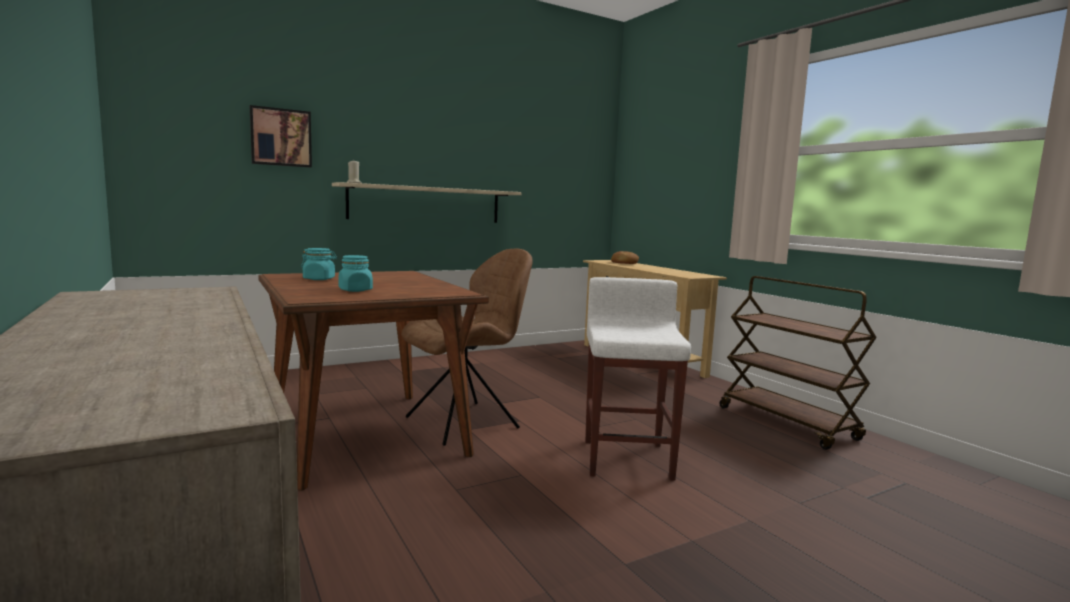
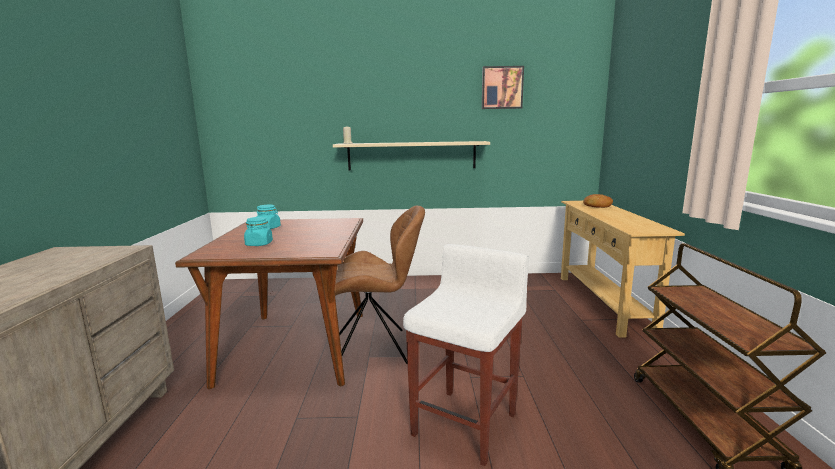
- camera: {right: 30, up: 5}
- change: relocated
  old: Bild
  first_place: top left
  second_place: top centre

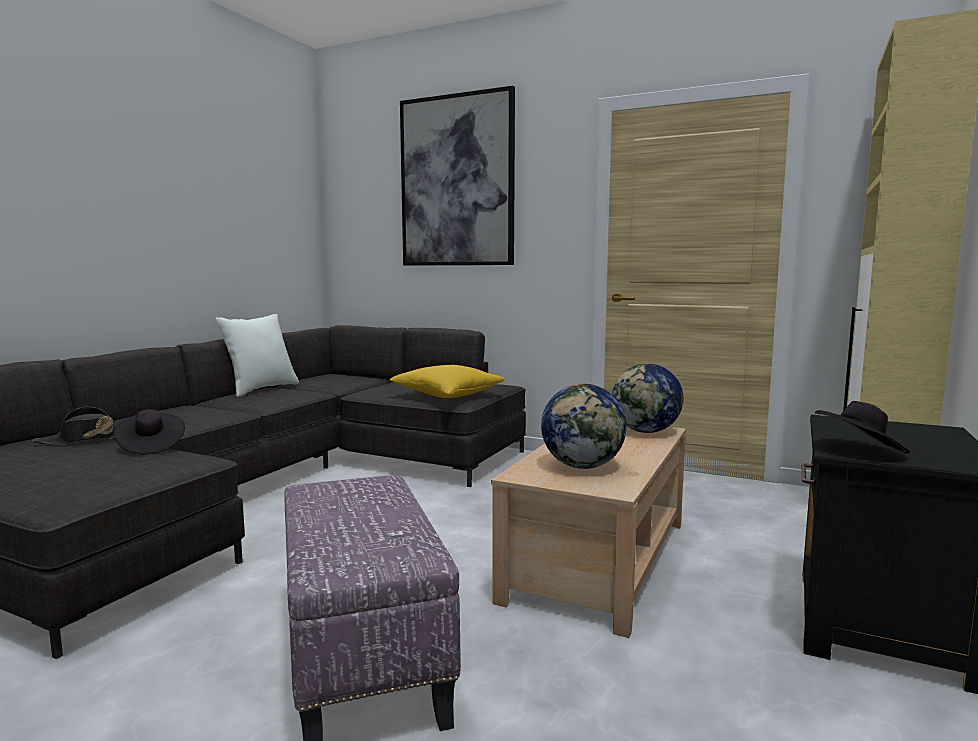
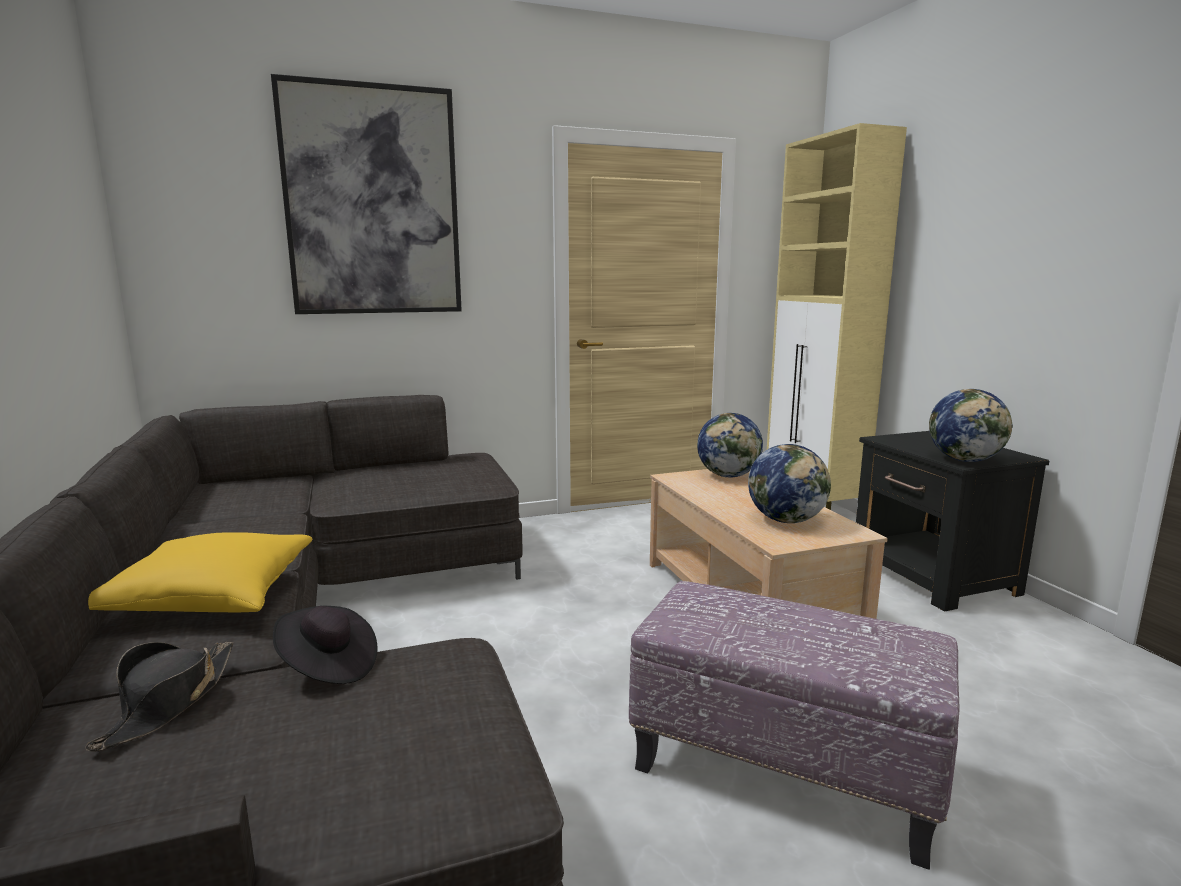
- camera: {right: -45, up: 5}
- change: relocated
  old: Kissen (gelb)
  first_place: centre
  second_place: middle left
- change: exchanged
  old: Hut (schwarz) (no. 3 from left)
  new: Globus (no. 3 from left)
  first_place: middle right
  second_place: middle right
- change: missing
  old: Kissen (weiß)
  first_place: middle left

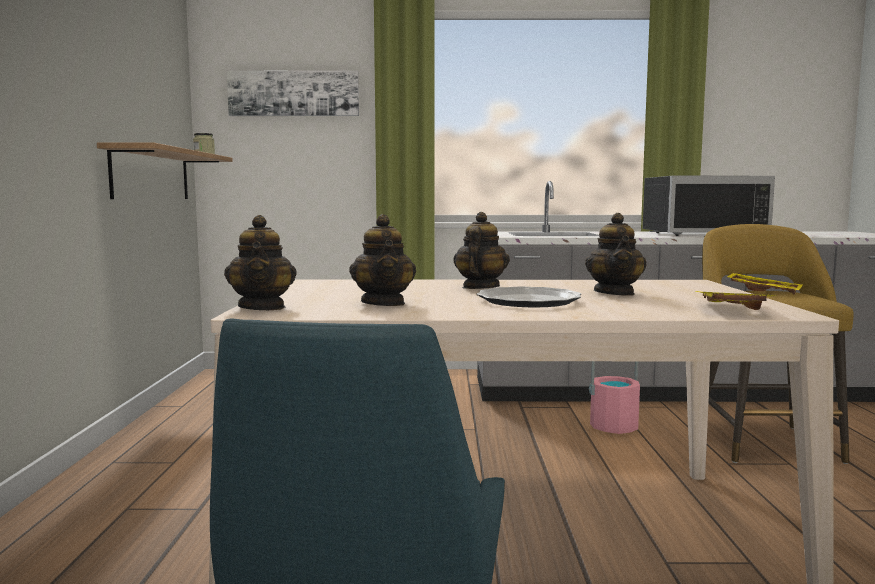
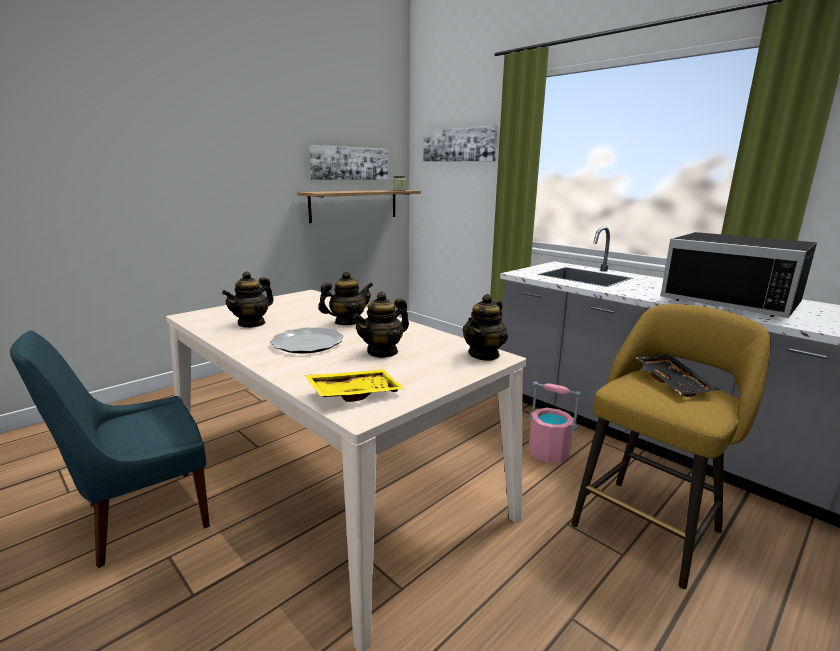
- camera: {right: 45, up: 10}
- change: appeared
  new: Bild (no. 1 from left)
  second_place: top centre
- change: relocated
  old: Teekanne (no. 1 from left in the first image)
  new: Teekanne (no. 4 from left)
  first_place: middle left
  second_place: centre
- change: colour
  old: Tablett (gelb) (no. 2 from left)
  new: Tablett (schwarz)
  first_place: middle right
  second_place: middle right

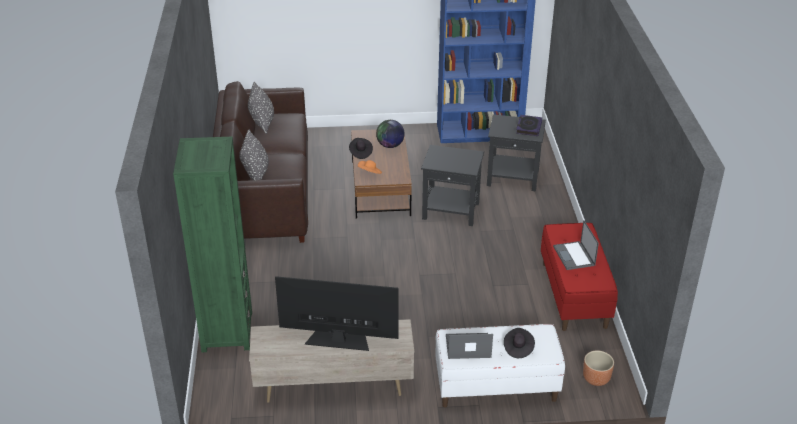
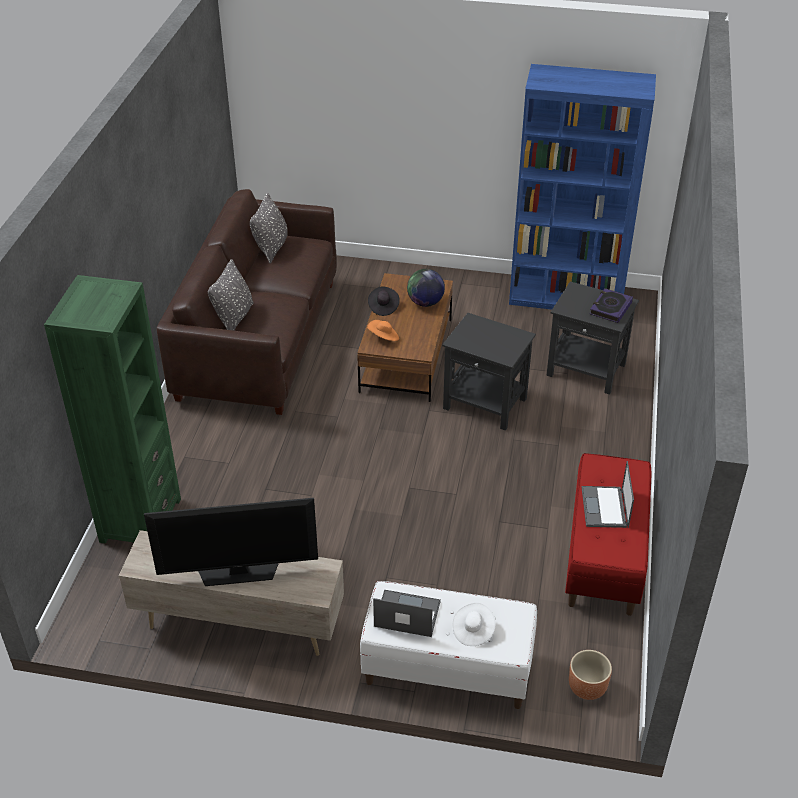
- camera: {right: 15, up: 5}
- change: spun
  old: Fernseher
  first_place: bottom centre
  second_place: bottom left
  degrees: 150
- change: colour
  old: Hut (schwarz) (no. 2 from left)
  new: Hut (weiß)
  first_place: bottom centre
  second_place: bottom centre

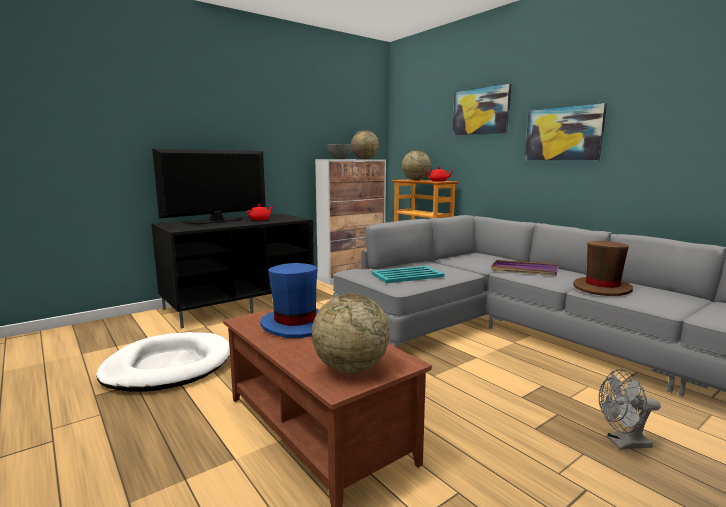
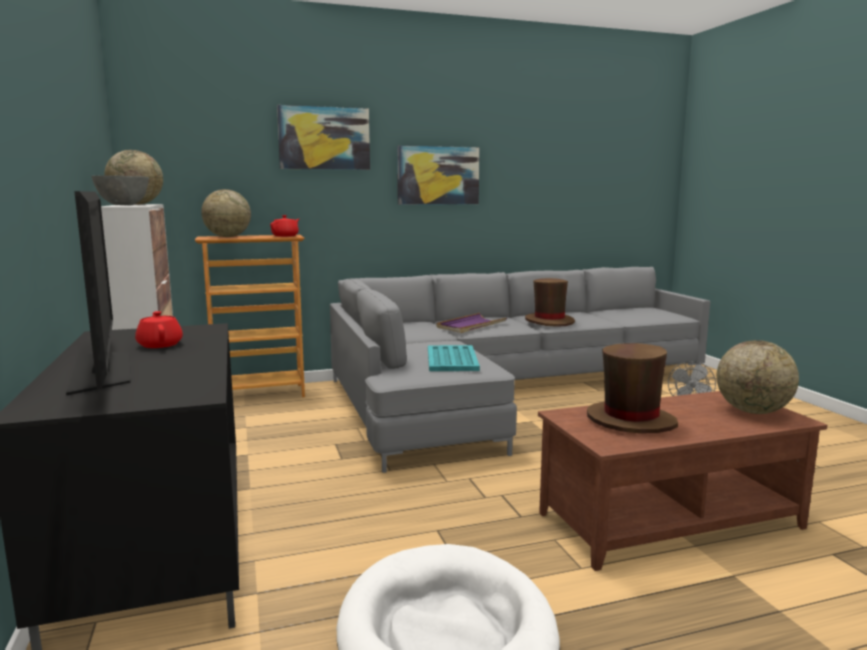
- camera: {right: -70, up: 0}
- change: colour
  old: Hut (blau)
  new: Hut (braun) (no. 2 from left)
  first_place: centre
  second_place: middle right

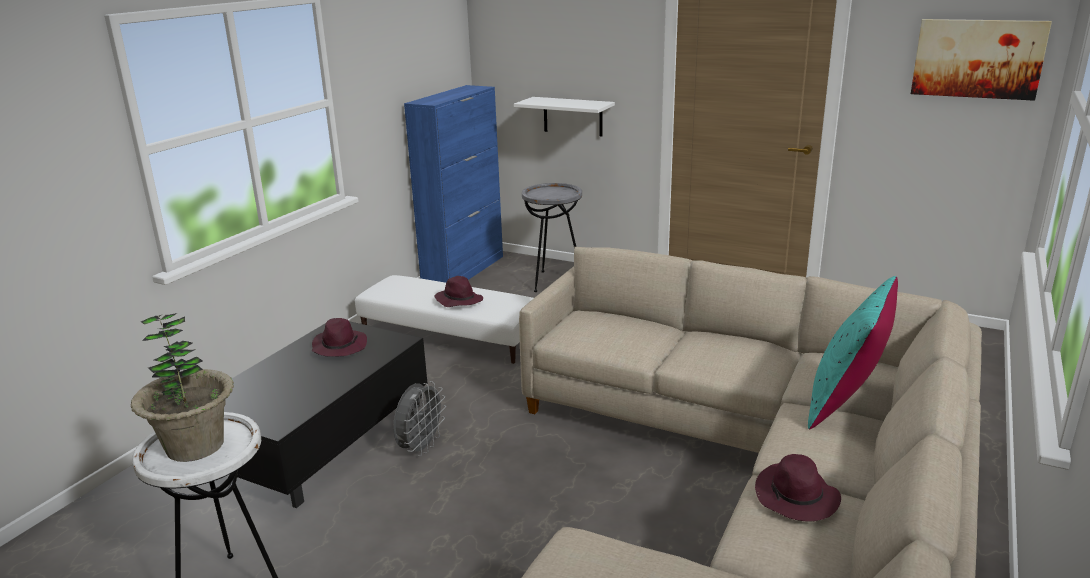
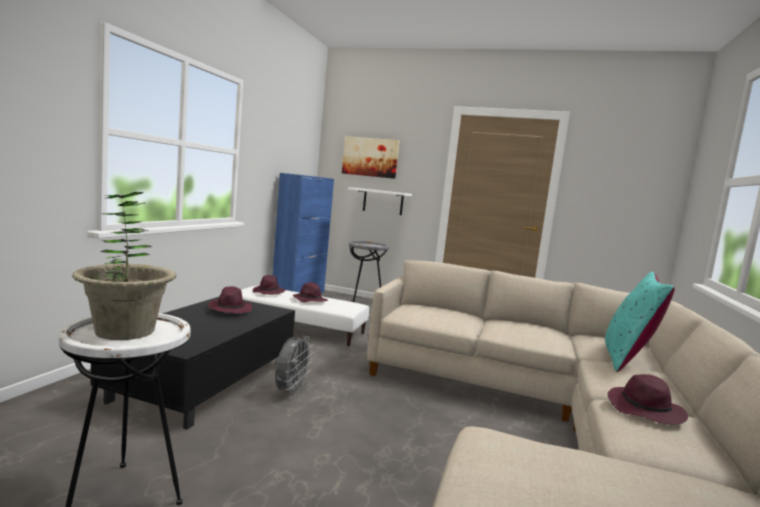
- camera: {right: -10, up: -15}
- change: appeared
  new: Hut (lila) (no. 2 from left)
  second_place: centre
- change: relocated
  old: Bild
  first_place: top right
  second_place: top centre

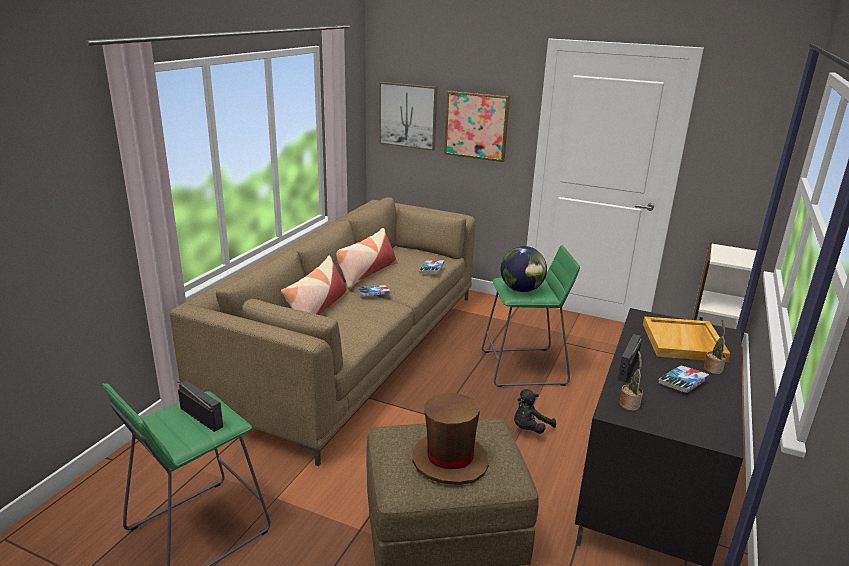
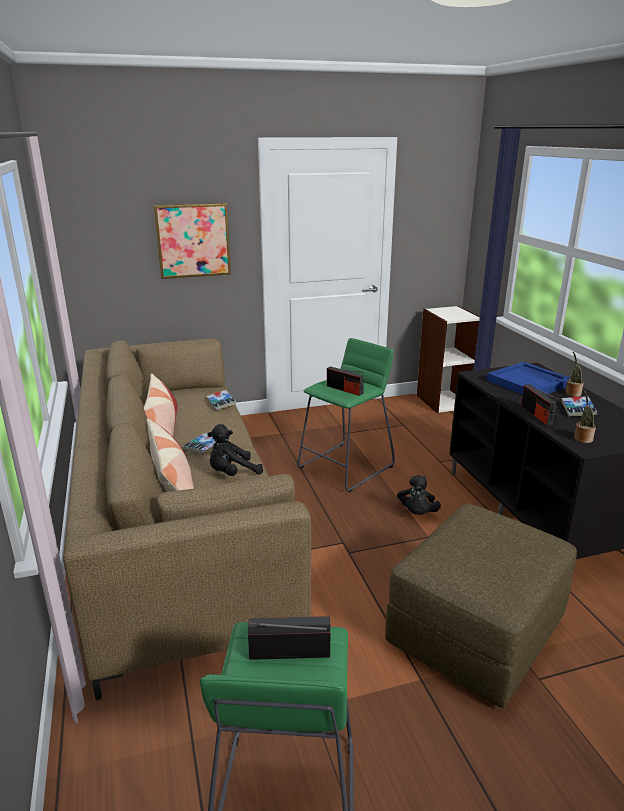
- camera: {right: -40, up: 0}
- change: appeared
  new: Plüschtier (schwarz) (no. 1 from left)
  second_place: centre
- change: exchanged
  old: Globus
  new: Radio (no. 2 from left)
  first_place: centre
  second_place: centre
- change: colour
  old: Tablett (beige)
  new: Tablett (blau)
  first_place: middle right
  second_place: middle right
- change: missing
  old: Bild (no. 1 from left)
  first_place: top centre
- change: missing
  old: Hut (braun)
  first_place: bottom centre

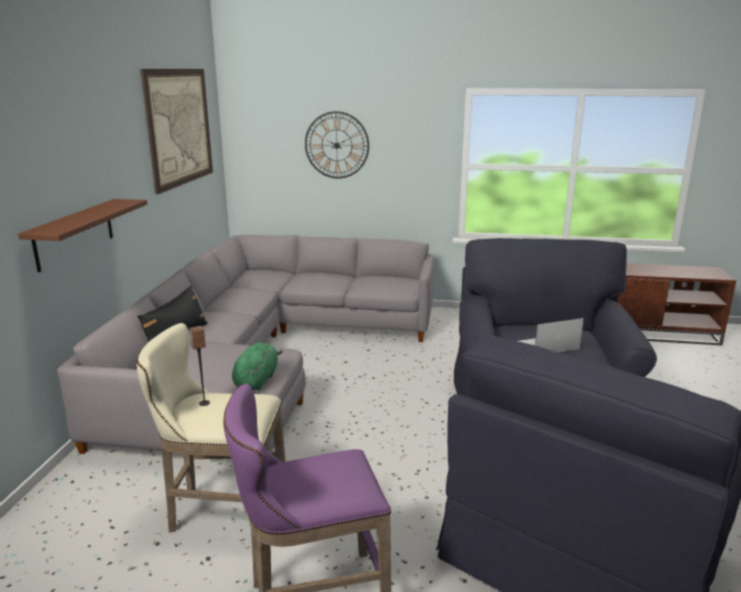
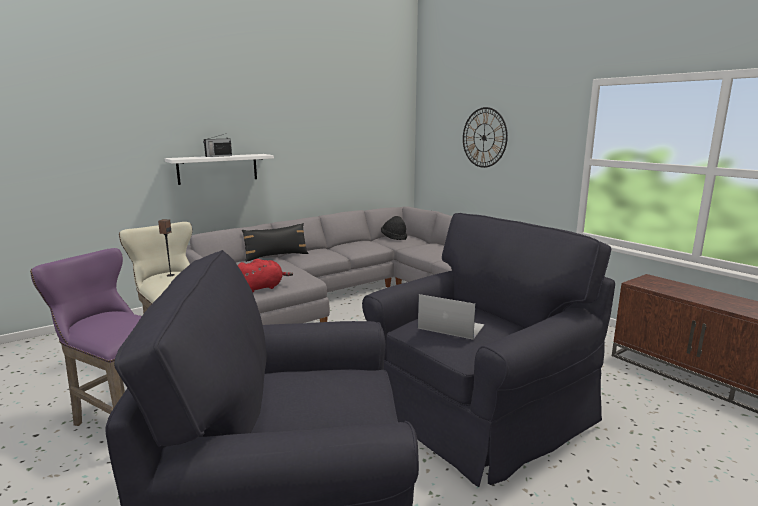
- camera: {right: 45, up: -5}
- change: colour
  old: Wandregal (braun)
  new: Wandregal (weiß)
  first_place: middle left
  second_place: middle left
- change: appeared
  new: Radio
  second_place: top left
- change: colour
  old: Plüschtier (grün)
  new: Plüschtier (rot)
  first_place: centre
  second_place: centre
- change: appeared
  new: Hut (schwarz)
  second_place: centre
- change: missing
  old: Bild
  first_place: top left

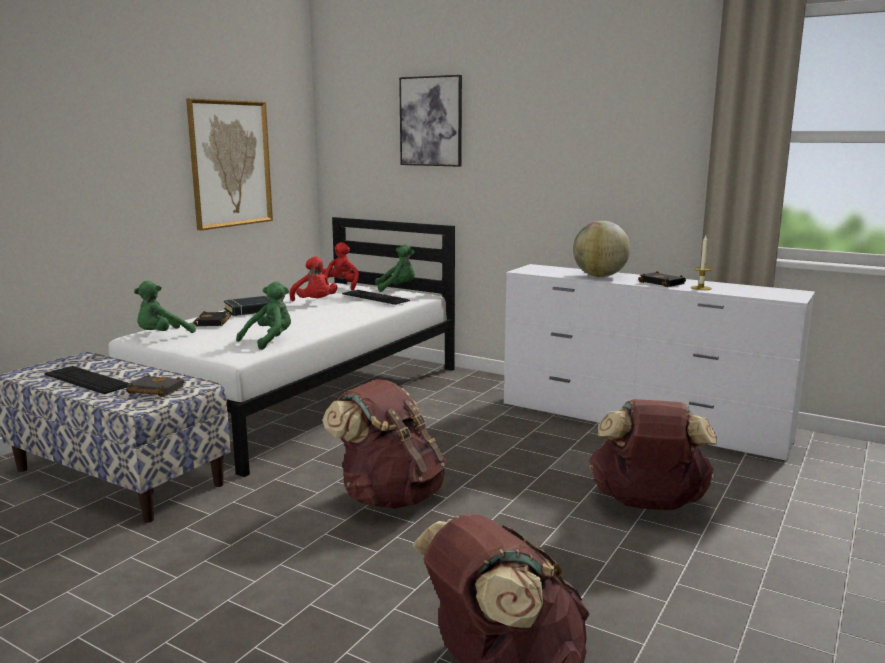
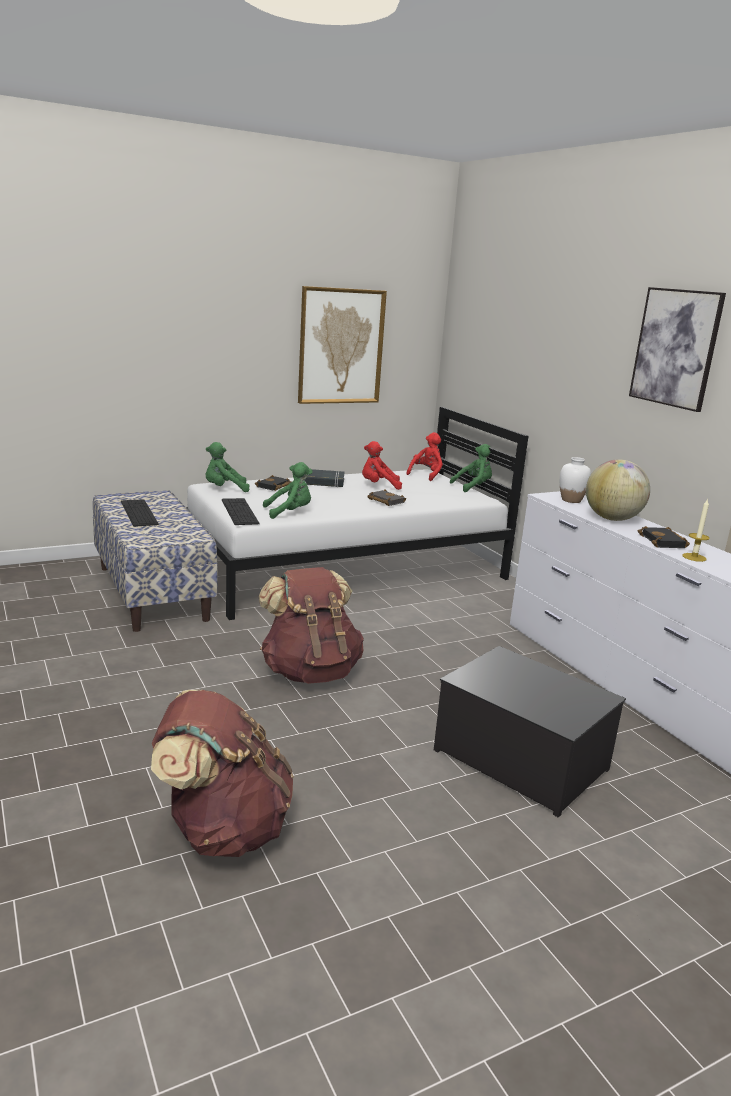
- camera: {right: 30, up: 5}
- change: relocated
  old: Tastatur (no. 2 from left)
  first_place: centre
  second_place: middle left
- change: spun
  old: Plüschtier (rot) (no. 1 from left)
  first_place: centre
  second_place: centre
  degrees: 90
- change: relocated
  old: Buch (schwarz) (no. 1 from left in the first image)
  new: Buch (schwarz) (no. 3 from left)
  first_place: middle left
  second_place: centre
- change: exchanged
  old: Rucksack (braun) (no. 3 from left)
  new: Aufbewahrungsbox
  first_place: bottom right
  second_place: bottom right
- change: spun
  old: Plüschtier (grün) (no. 3 from left)
  first_place: centre
  second_place: centre
  degrees: -45
- change: appeared
  new: Vase (weiß)
  second_place: middle right
- change: relocated
  old: Bild (no. 2 from left)
  first_place: top centre
  second_place: top right

